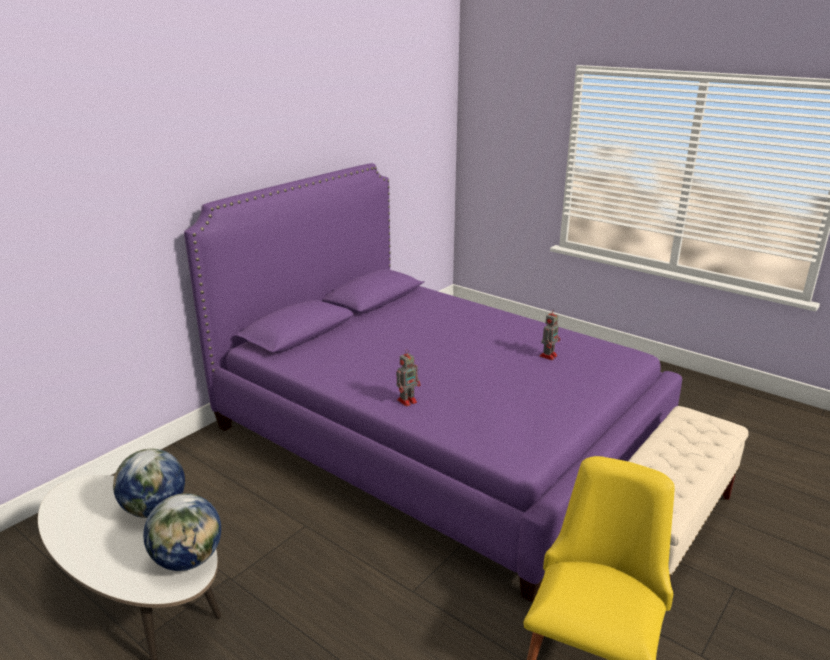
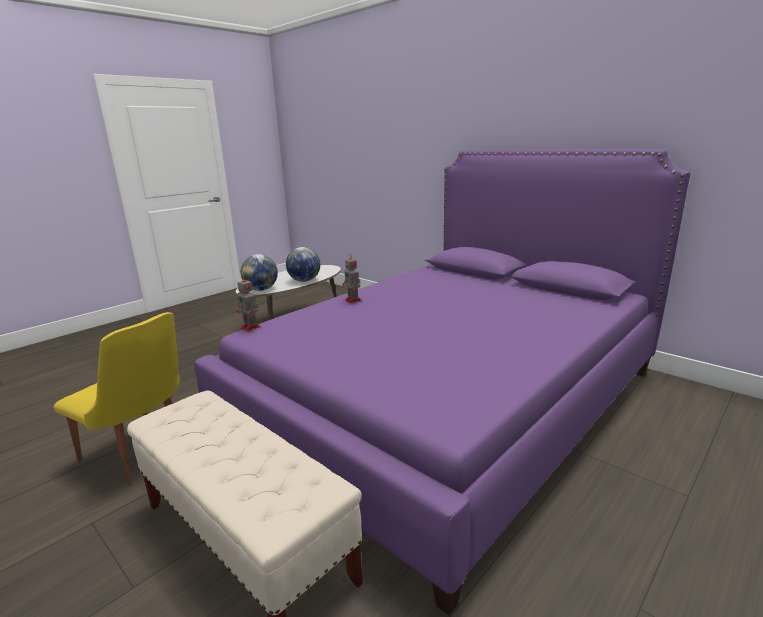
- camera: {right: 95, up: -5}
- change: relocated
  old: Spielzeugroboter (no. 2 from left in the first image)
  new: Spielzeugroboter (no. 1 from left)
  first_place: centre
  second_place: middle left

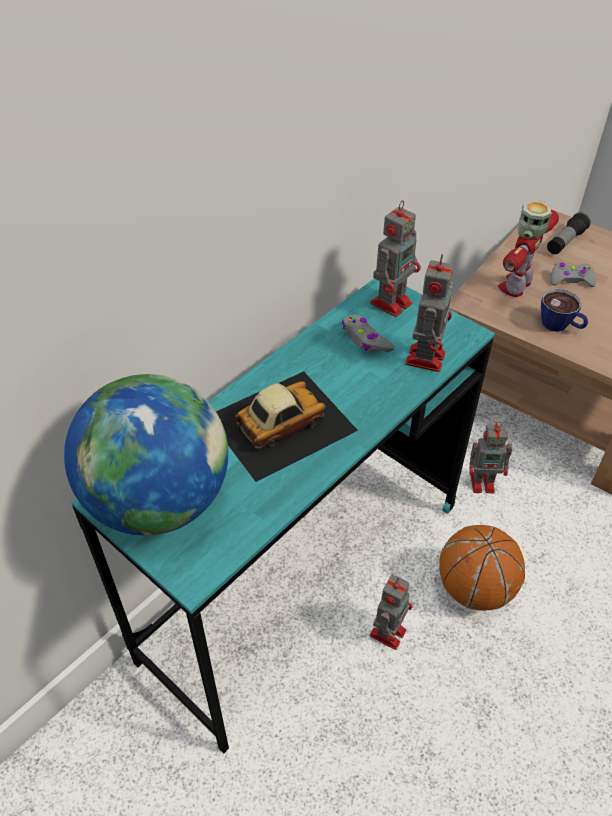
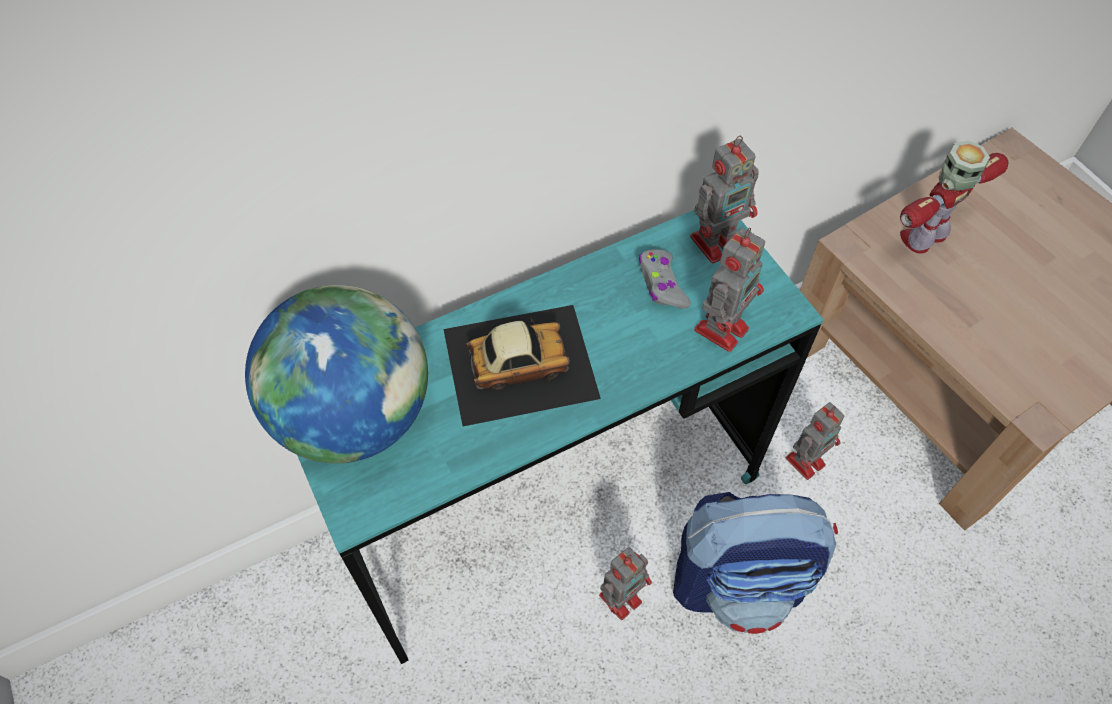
- camera: {right: 20, up: 10}
- change: exchanged
  old: Basketball
  new: Rucksack
  first_place: bottom right
  second_place: bottom right
- change: spun
  old: Spielzeugroboter (no. 4 from left)
  first_place: middle right
  second_place: middle right
  degrees: -60
- change: missing
  old: Tasse
  first_place: middle right
- change: missing
  old: Taschenlampe
  first_place: top right
- change: missing
  old: Gamepad (grau) (no. 2 from left)
  first_place: middle right

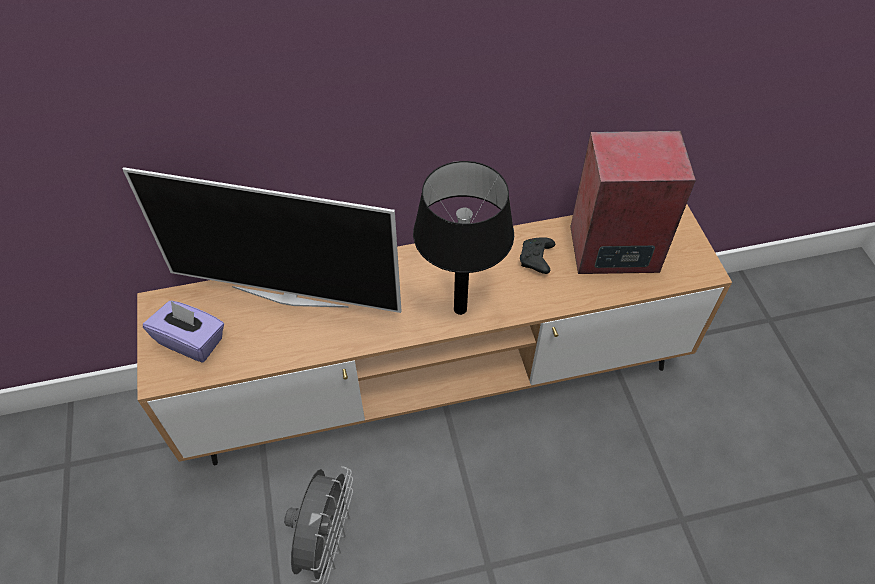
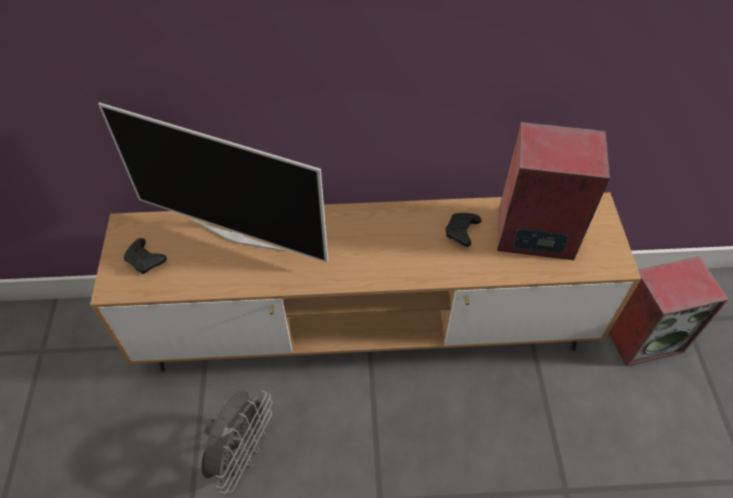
- camera: {right: 10, up: 0}
- change: exchanged
  old: Taschentuchbox (lila)
  new: Gamepad (schwarz) (no. 1 from left)
  first_place: middle left
  second_place: middle left
- change: appeared
  new: Lautsprecher (no. 2 from left)
  second_place: middle right
- change: missing
  old: Tischlampe (schwarz)
  first_place: centre

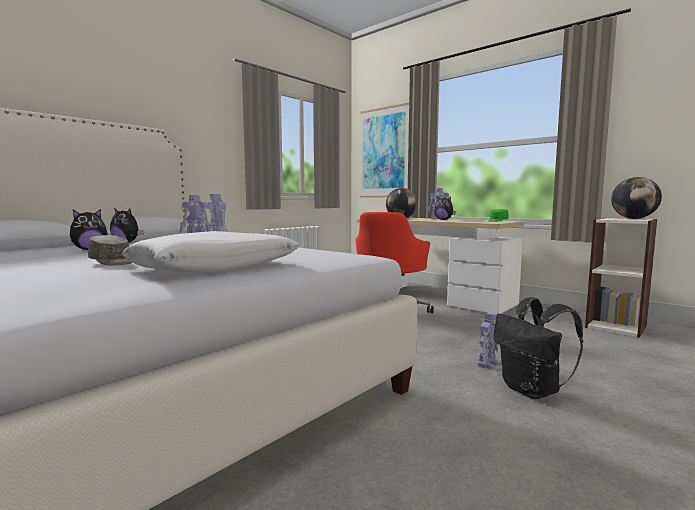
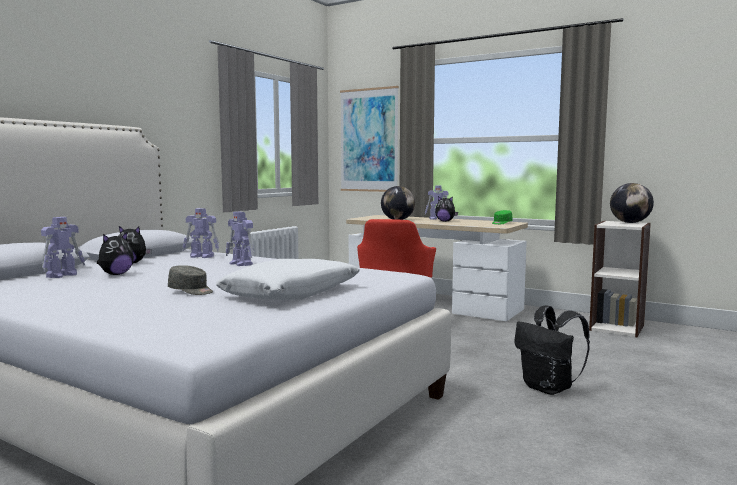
- camera: {right: -10, up: 0}
- change: relocated
  old: Spielzeugroboter (no. 4 from left in the first image)
  new: Spielzeugroboter (no. 1 from left)
  first_place: bottom right
  second_place: middle left

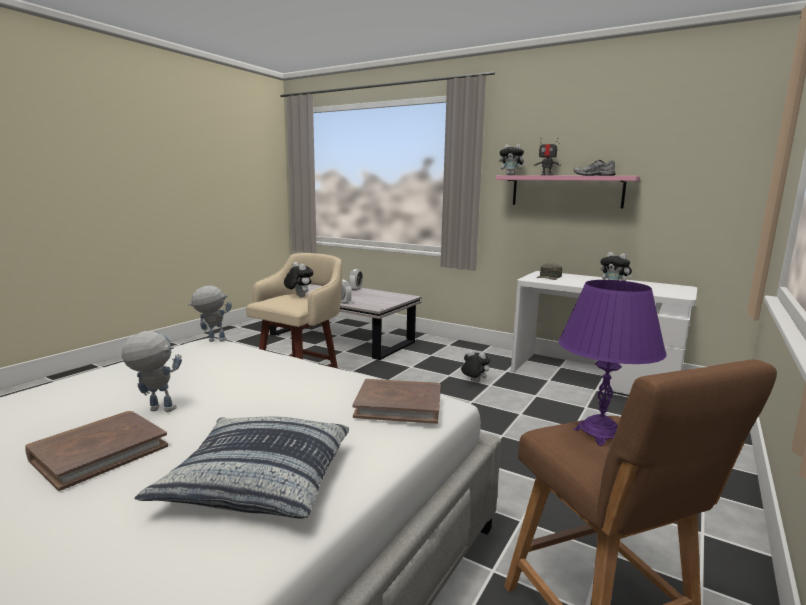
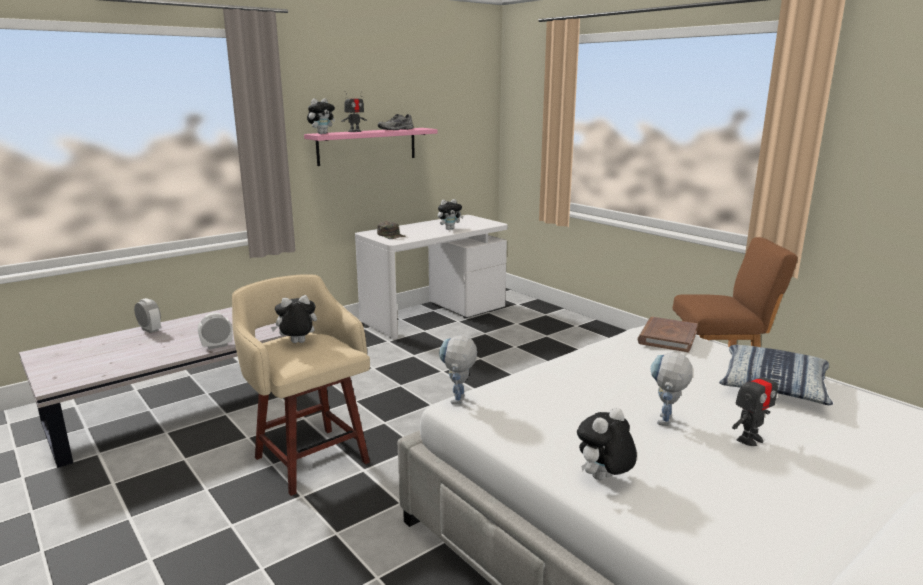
- camera: {right: -70, up: 5}
- change: relocated
  old: Plüschtier (no. 2 from left in the first image)
  new: Plüschtier (no. 4 from left)
  first_place: centre
  second_place: bottom centre
- change: exchanged
  old: Buch (braun) (no. 1 from left)
  new: Spielzeugroboter (no. 4 from left)
  first_place: bottom left
  second_place: bottom right
- change: missing
  old: Tischlampe (lila)
  first_place: middle right

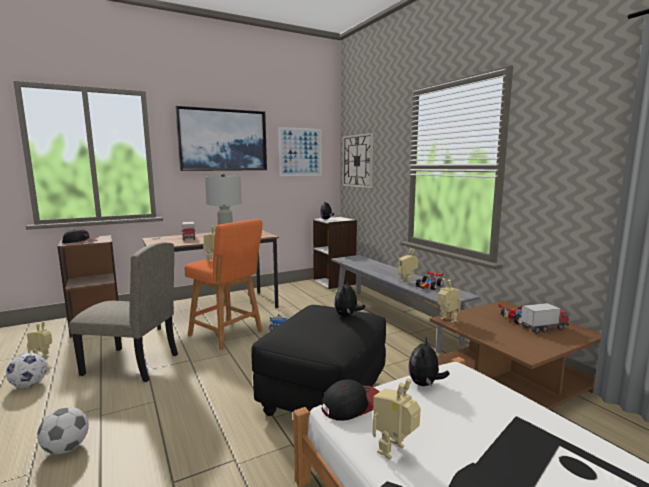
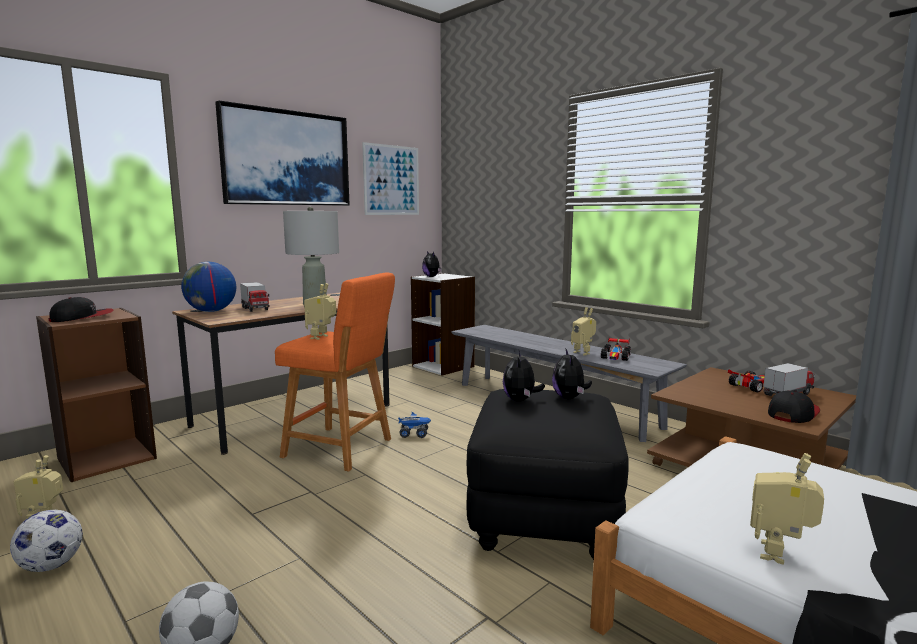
- camera: {right: -15, up: 0}
- change: appeared
  new: Globus
  second_place: middle left
- change: relocated
  old: Plüschtier (no. 3 from left in the first image)
  new: Plüschtier (no. 2 from left)
  first_place: bottom centre
  second_place: centre
- change: relocated
  old: Kappe (no. 2 from left)
  first_place: bottom centre
  second_place: middle right
- change: missing
  old: Stuhl (beige)
  first_place: middle left
- change: missing
  old: Wanduhr
  first_place: top centre
- change: missing
  old: Spielzeugroboter (no. 5 from left)
  first_place: middle right

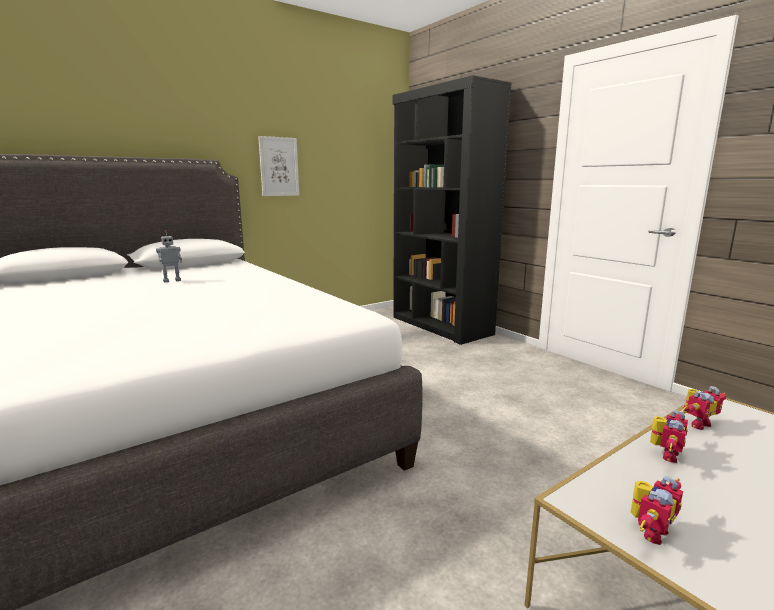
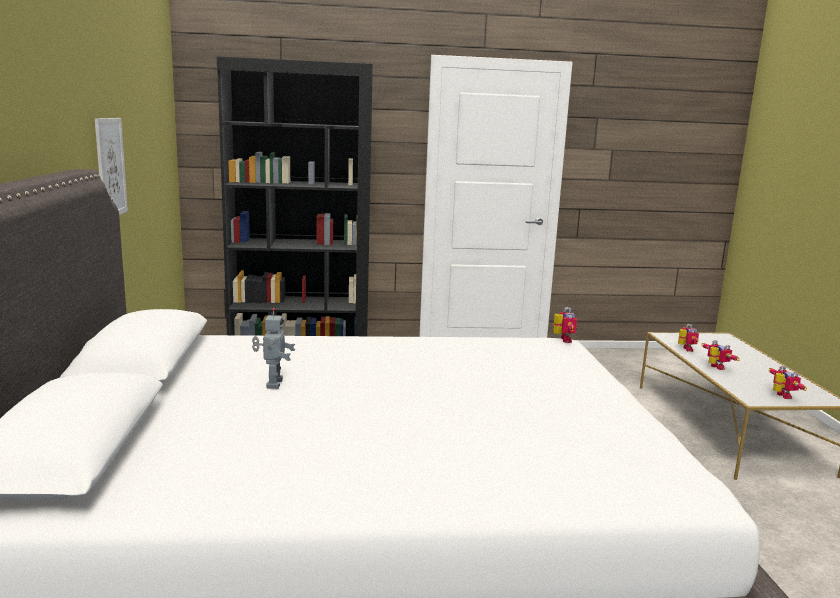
- camera: {right: -60, up: 0}
- change: appeared
  new: Spielzeugroboter (no. 2 from left)
  second_place: middle right

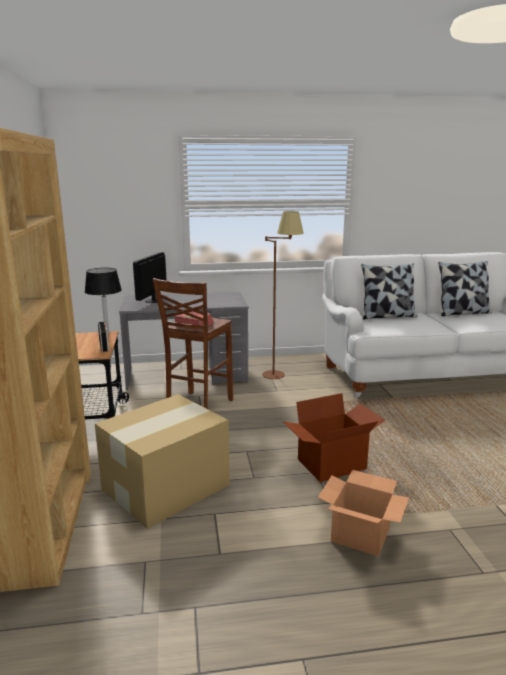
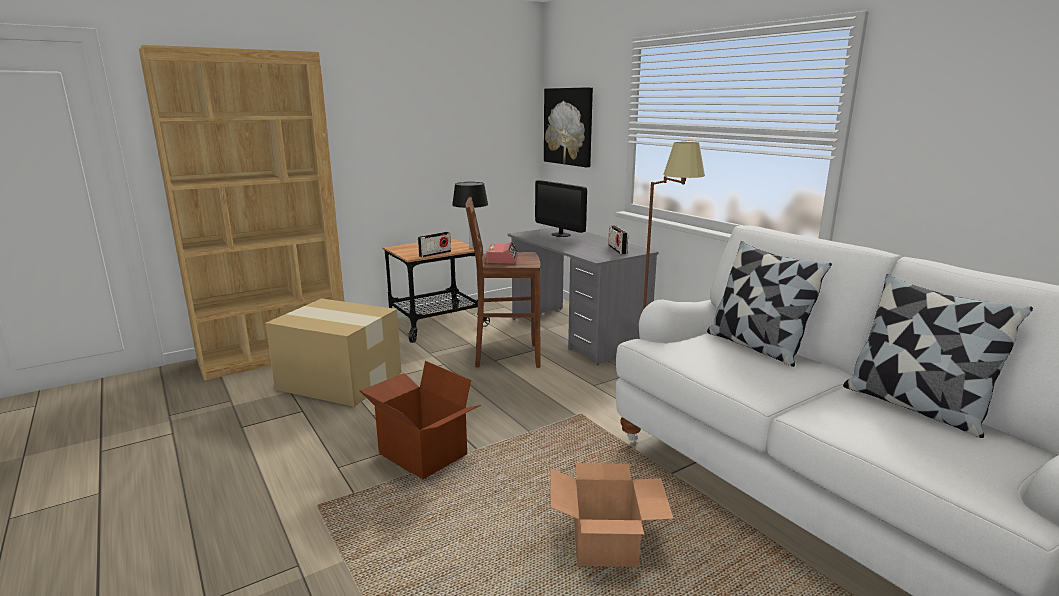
- camera: {right: 65, up: 0}
- change: spun
  old: Monitor
  first_place: middle left
  second_place: centre
  degrees: -120
- change: appeared
  new: Bild
  second_place: top centre
- change: relocated
  old: Karton (no. 3 from left)
  first_place: bottom right
  second_place: bottom centre
- change: appeared
  new: Radio (no. 2 from left)
  second_place: centre

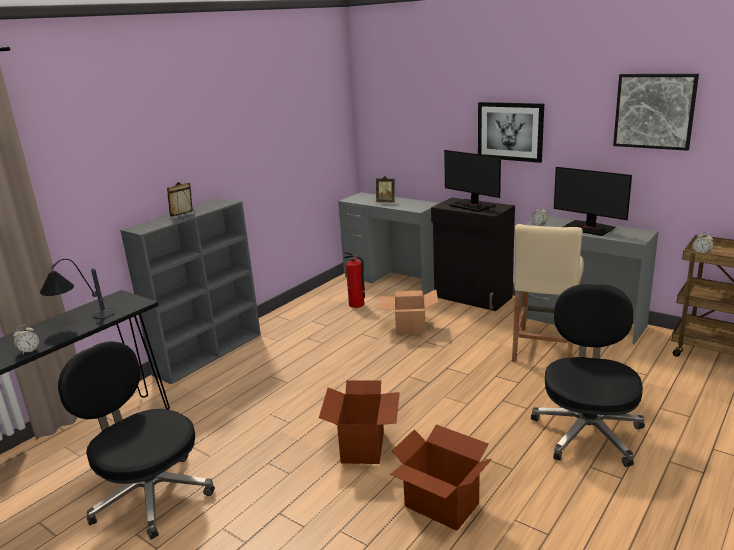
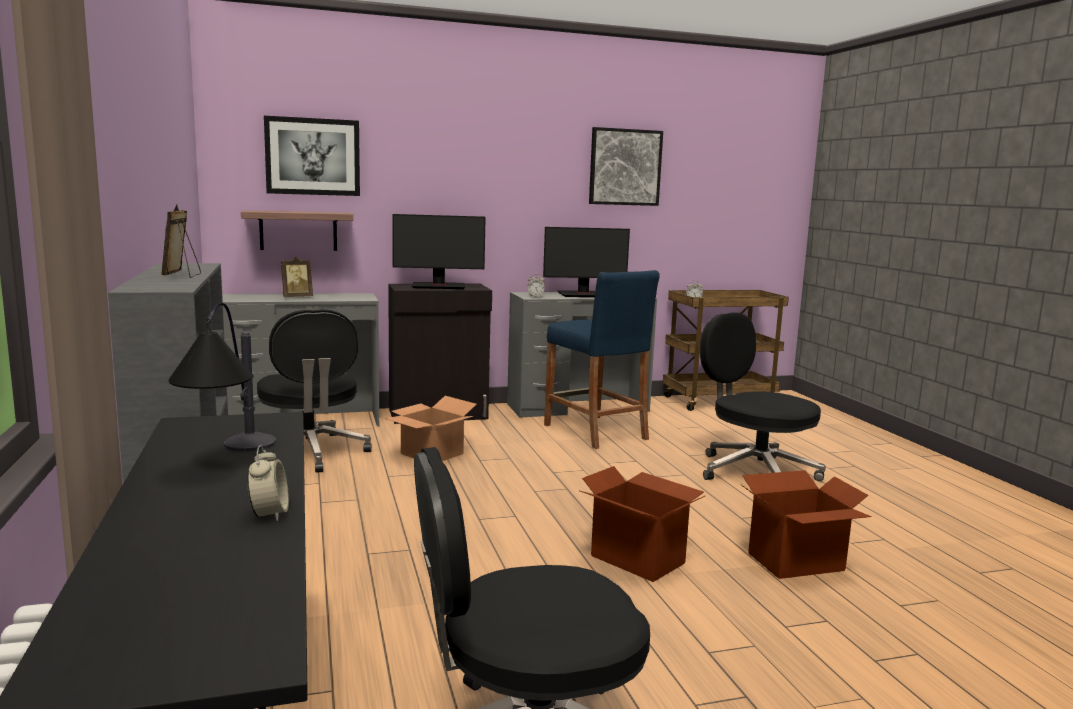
- camera: {right: -55, up: -10}
- change: appeared
  new: Wandregal
  second_place: top left
- change: exchanged
  old: Feuerlöscher
  new: Bürostuhl (schwarz) (no. 1 from left)
  first_place: centre
  second_place: middle left
- change: relocated
  old: Bild (no. 1 from left)
  first_place: top right
  second_place: top left
- change: colour
  old: Hocker (beige)
  new: Hocker (blau)
  first_place: middle right
  second_place: centre

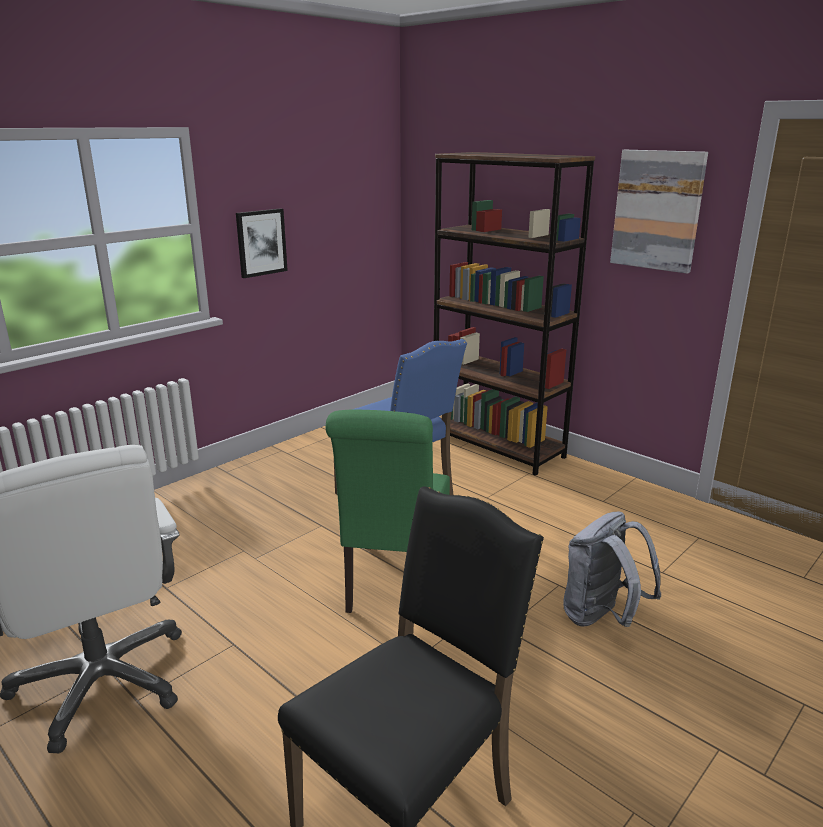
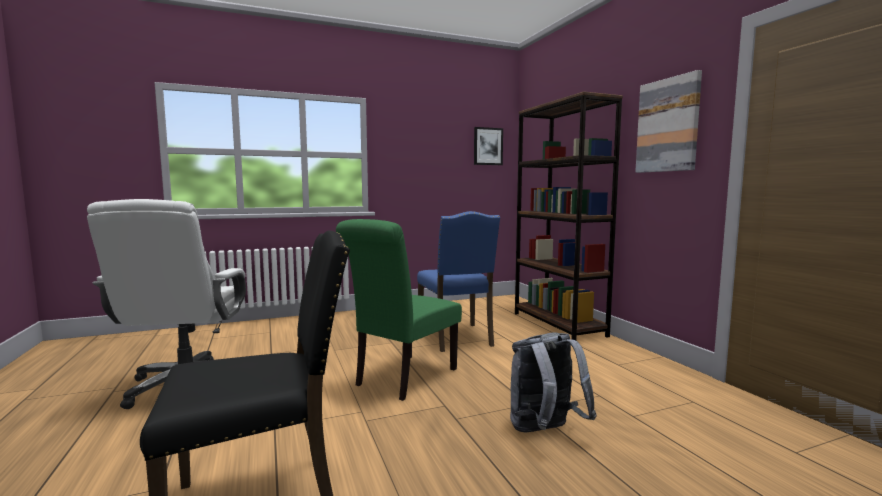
- camera: {right: 25, up: -15}
- change: relocated
  old: Bild (no. 1 from left)
  first_place: top left
  second_place: top centre

